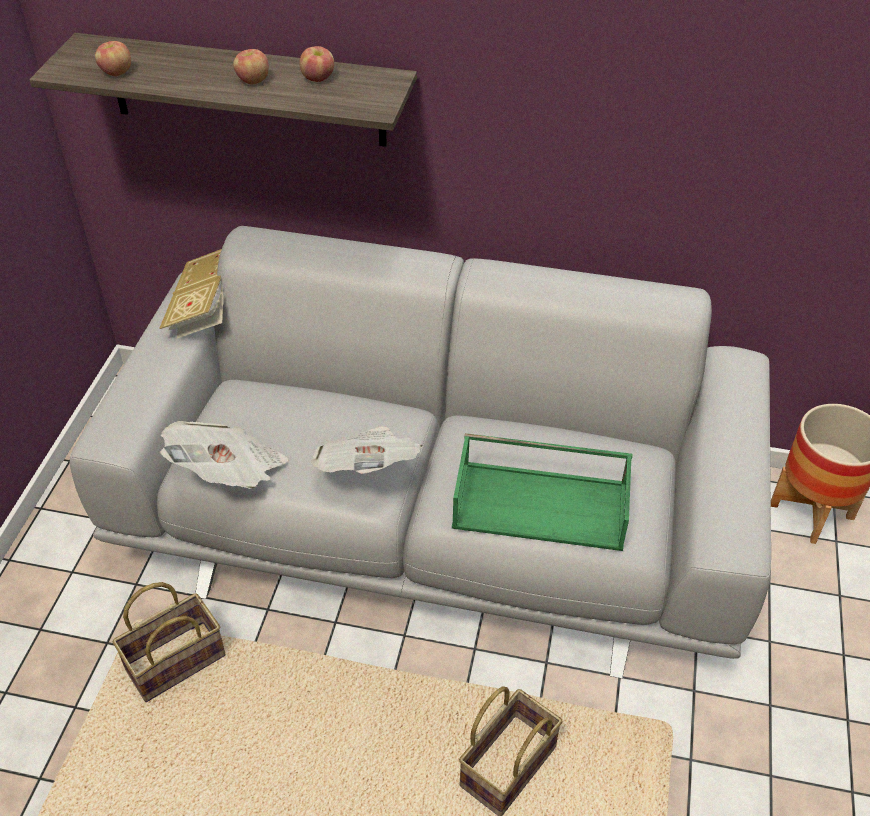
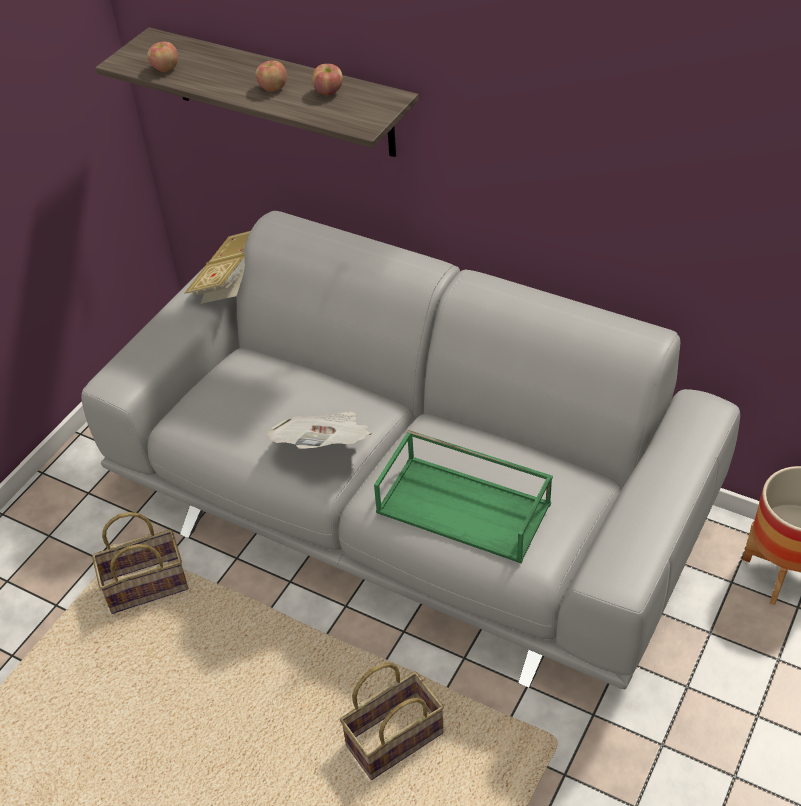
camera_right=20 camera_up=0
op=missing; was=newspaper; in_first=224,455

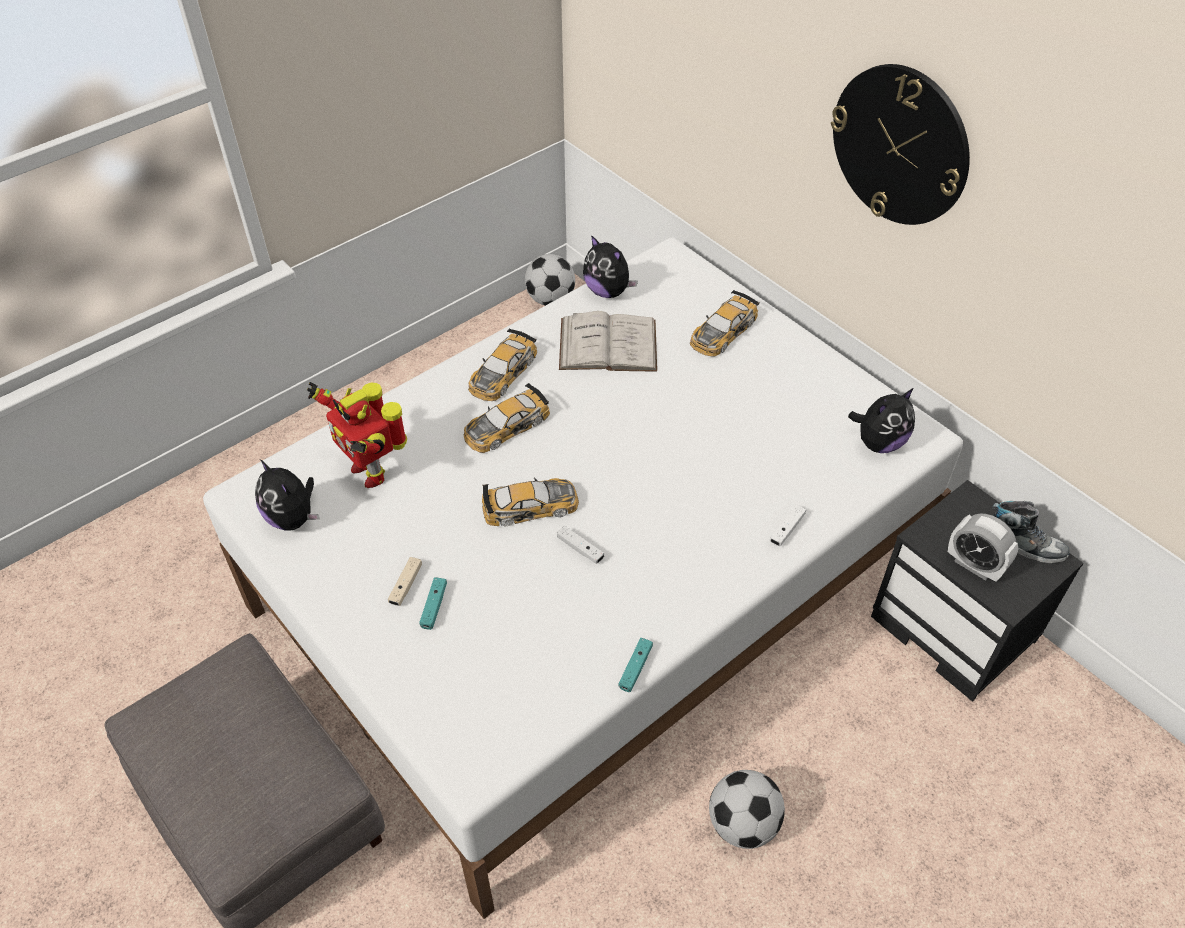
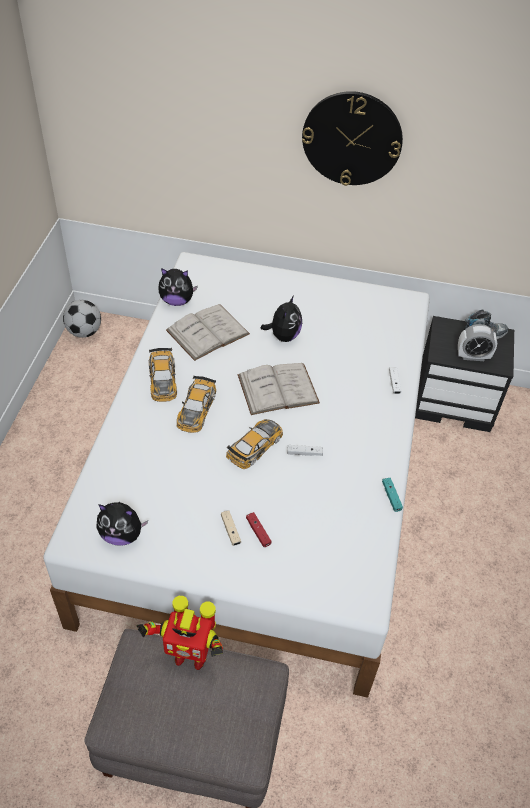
camera_right=-40 camera_up=0
op=relocated; was=toy robot; in_first=357,435; in_second=180,633
op=colour; was=game controller/turquoise; now=game controller/red; in_first=433,603; in_second=258,529
op=missing; was=toy car; in_first=724,323
op=missing; was=football; in_first=747,809
op=relocated; was=plush toy; in_first=881,420; in_second=281,318
op=appeared; now=book/white; in_second=279,389

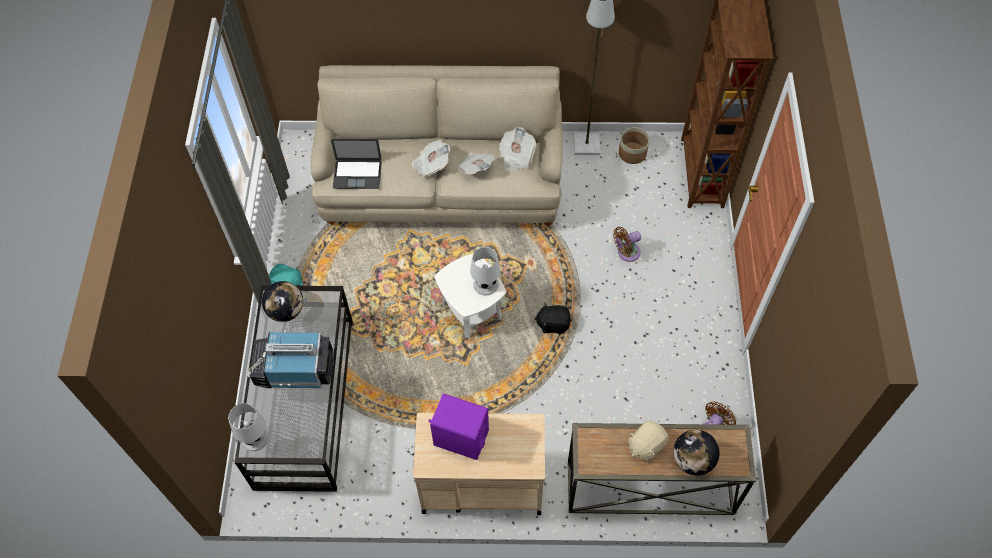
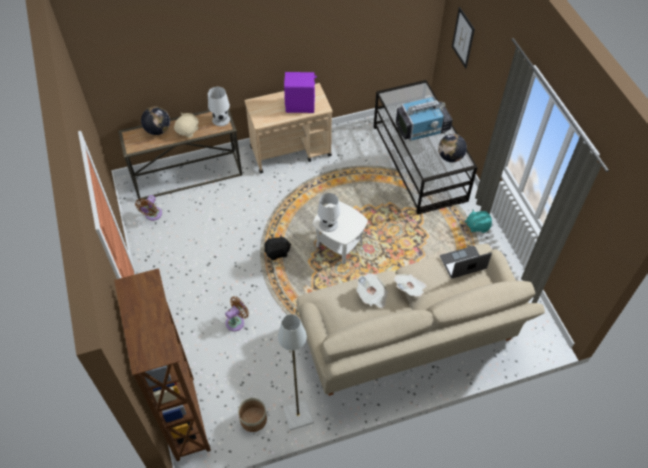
camera_right=160 camera_up=-5
op=relocated; was=table lamp/white; in_first=248,427; in_second=219,106
op=missing; was=newspaper; in_first=517,149
op=appeared; now=picture; in_second=463,38

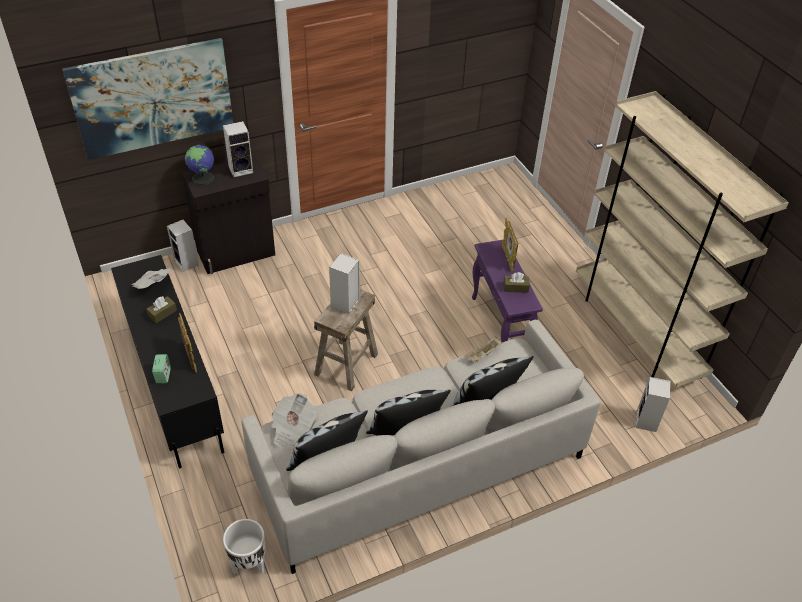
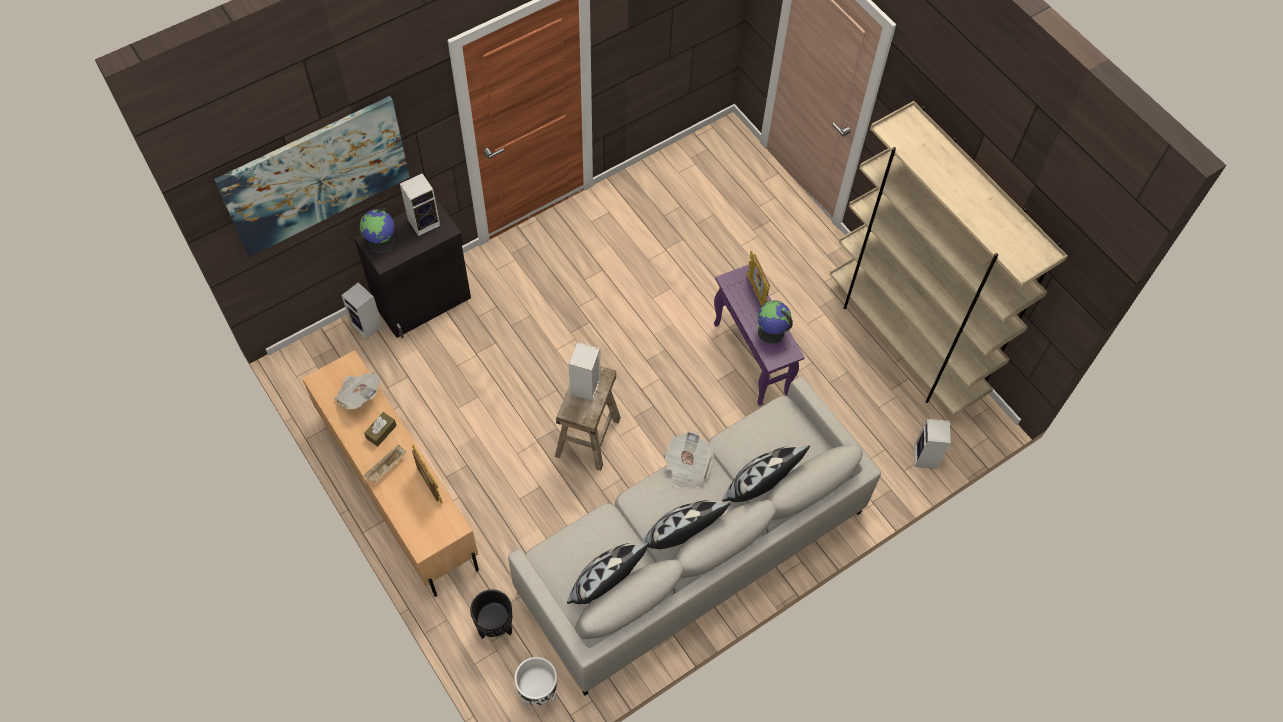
camera_right=-10 camera_up=15
op=colour; was=tv stand/black; now=tv stand/beige; in_first=167,361; in_second=390,473
op=missing; was=alarm clock; in_first=161,368
op=relocated; was=newspaper; in_first=294,420; in_second=689,459
op=relocated; was=tray/beige; in_first=484,349; in_second=385,464
op=exchanged; was=tissue box/brown; now=globe; in_first=516,282; in_second=775,322
op=appeared; now=planter/black; in_second=491,614

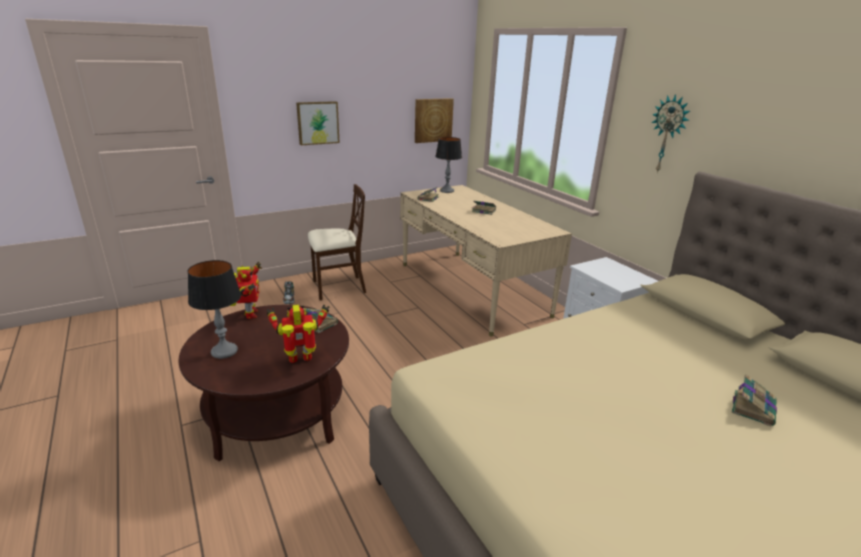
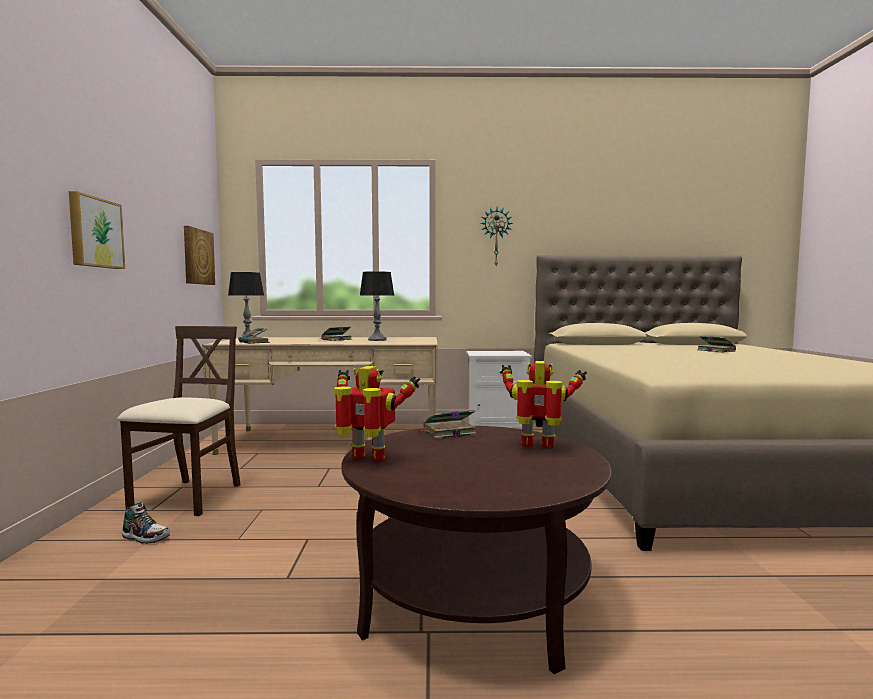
camera_right=-60 camera_up=-20
op=relocated; was=table lamp; in_first=214,309; in_second=377,306
op=spun; was=toy robot; in_first=298,333; in_second=544,404; clockwise=90

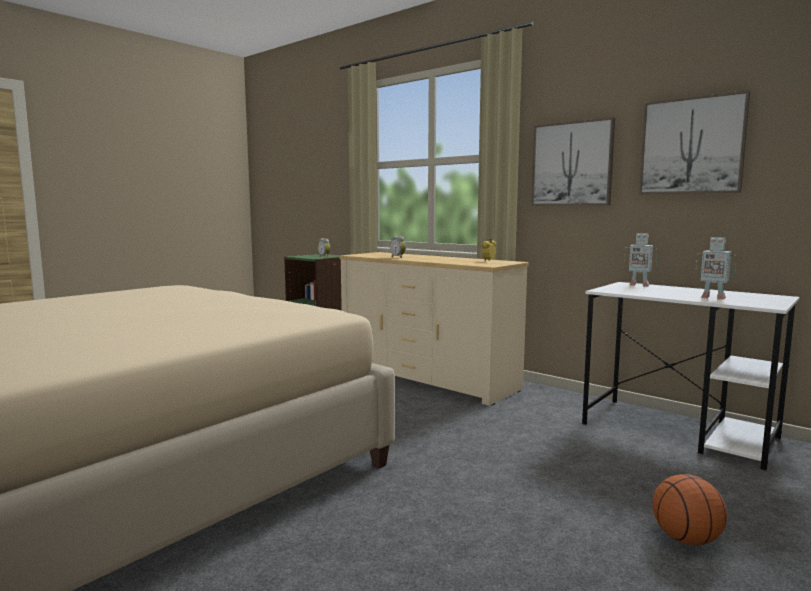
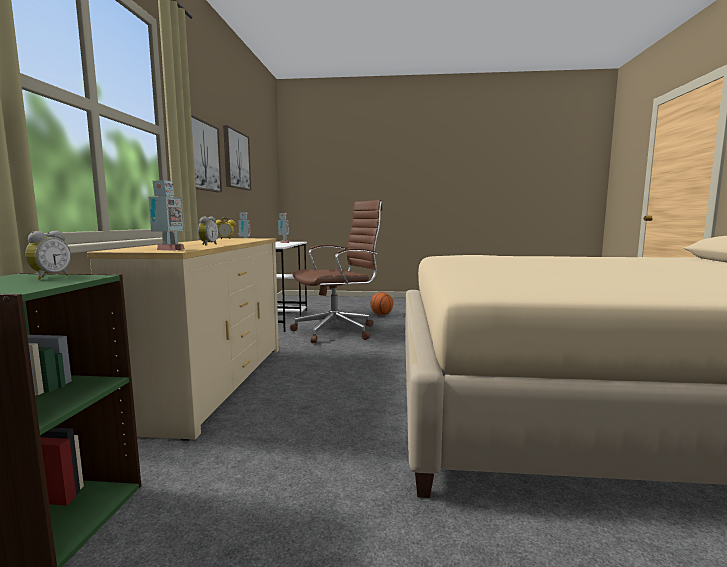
camera_right=-125 camera_up=0
op=appeared; now=toy robot; in_second=166,215
op=appeared; now=office chair/brown; in_second=336,271

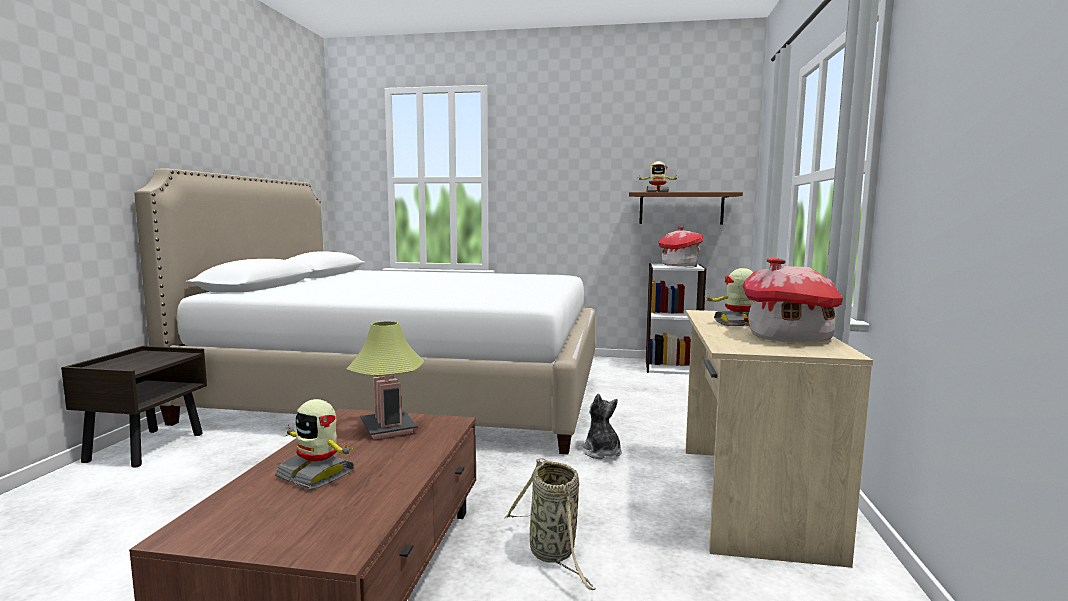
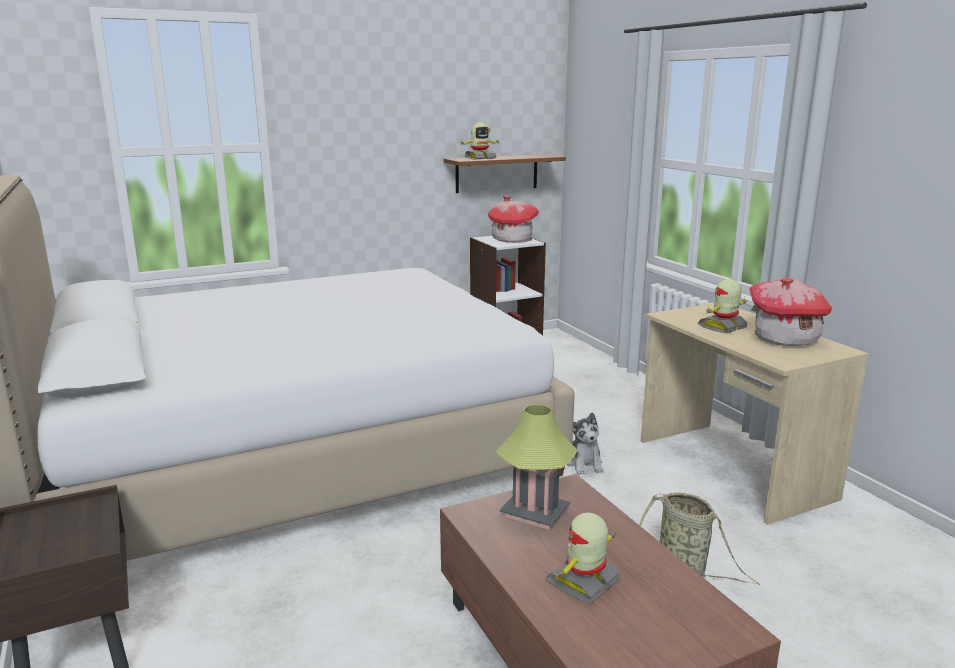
camera_right=-35 camera_up=10
op=spun; was=toy robot; in_first=315,444; in_second=582,558; clockwise=135
op=spun; was=plush toy; in_first=602,426; in_second=585,443; clockwise=-135

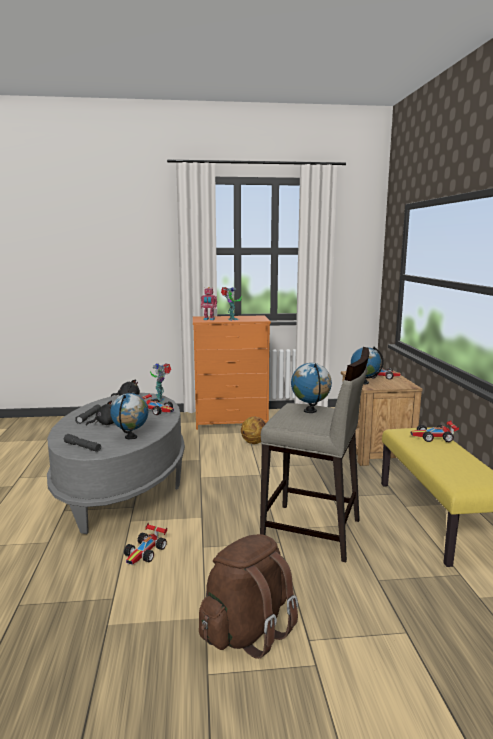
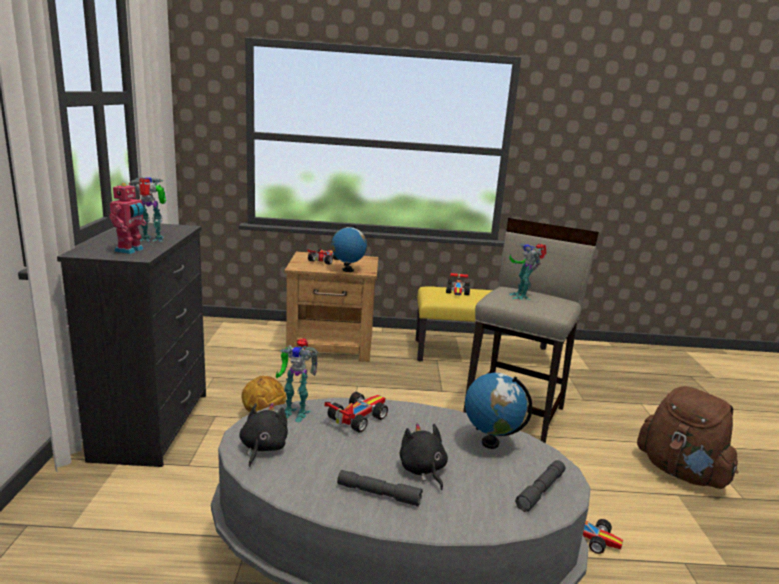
camera_right=-85 camera_up=5
op=colour; was=dresser/orange; now=dresser/black; in_first=232,373; in_second=131,345
op=exchanged; was=globe; now=toy robot; in_first=311,388; in_second=528,271

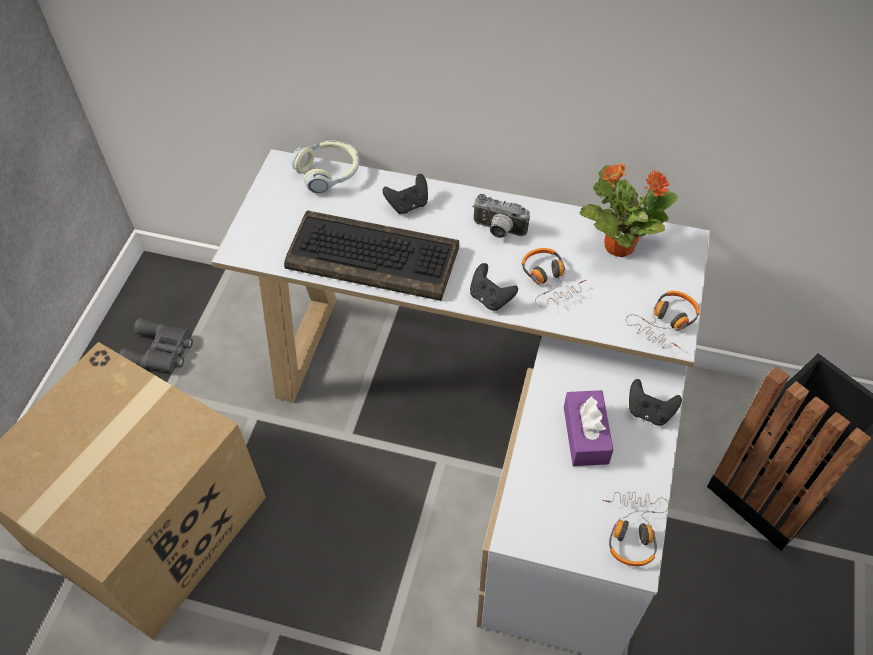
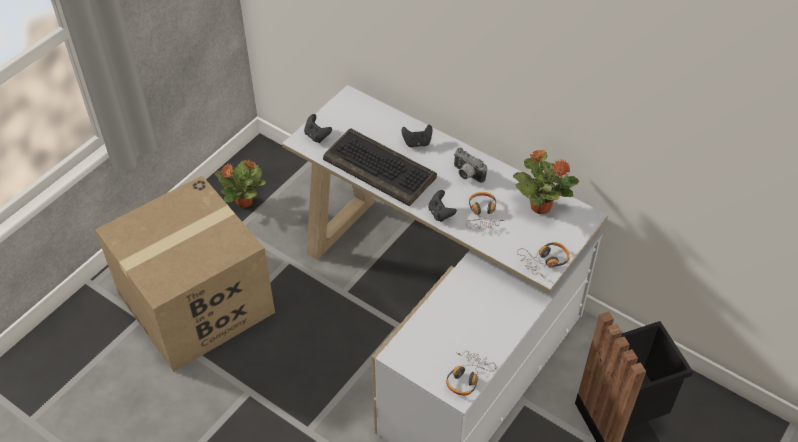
camera_right=20 camera_up=-5
op=exchanged; was=binoculars/grey; now=potted plant; in_first=156,345; in_second=240,183
op=missing; was=headphones; in_first=325,166
op=missing; was=tissue box/purple; in_first=588,428
op=relocated; was=game controller/black; in_first=655,402; in_second=318,128

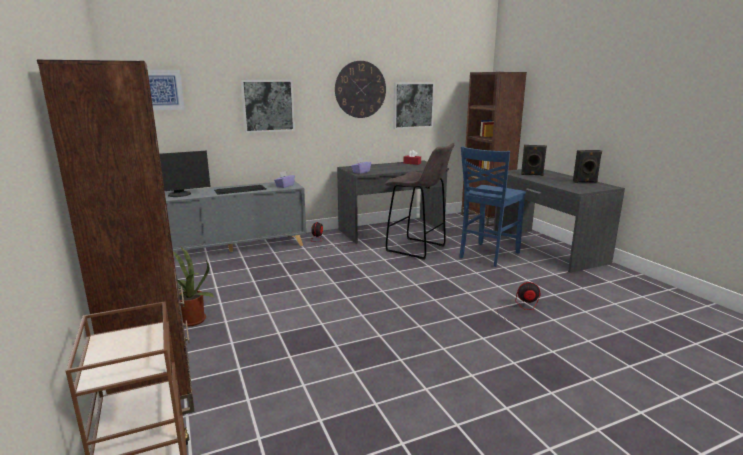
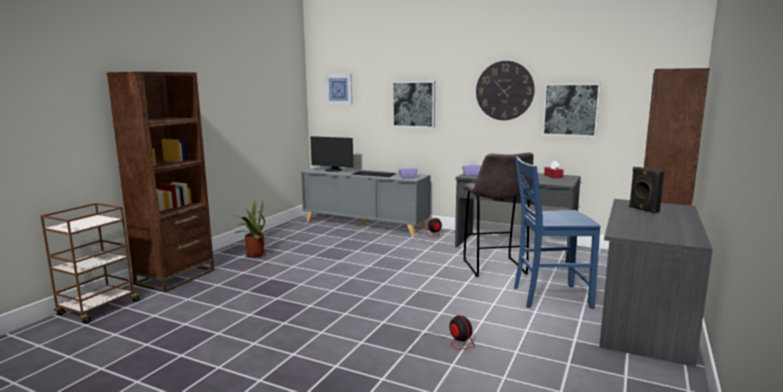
camera_right=50 camera_up=-5
op=missing; was=speaker/black; in_first=587,166

